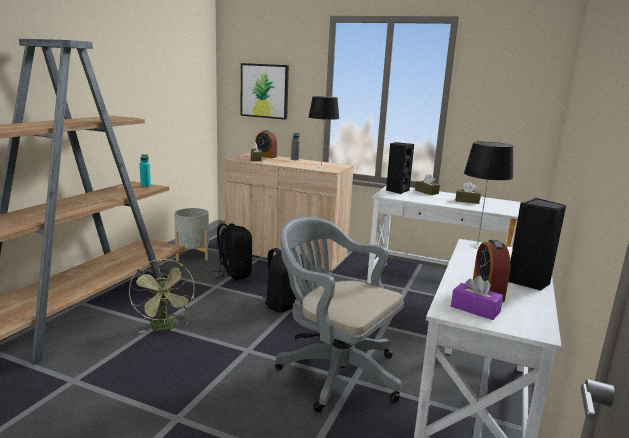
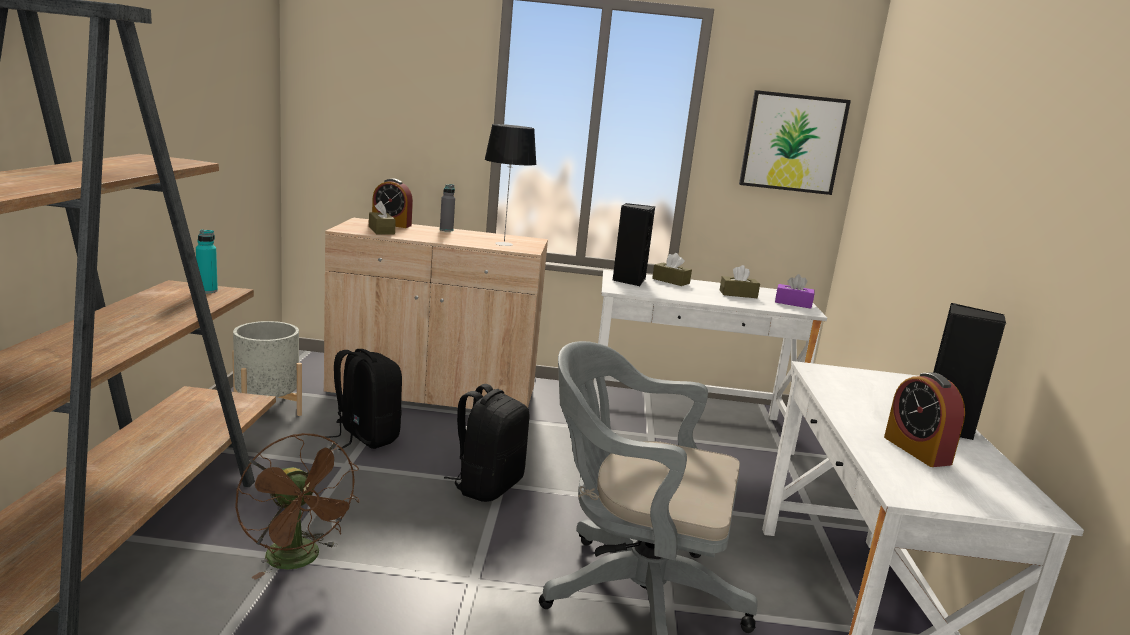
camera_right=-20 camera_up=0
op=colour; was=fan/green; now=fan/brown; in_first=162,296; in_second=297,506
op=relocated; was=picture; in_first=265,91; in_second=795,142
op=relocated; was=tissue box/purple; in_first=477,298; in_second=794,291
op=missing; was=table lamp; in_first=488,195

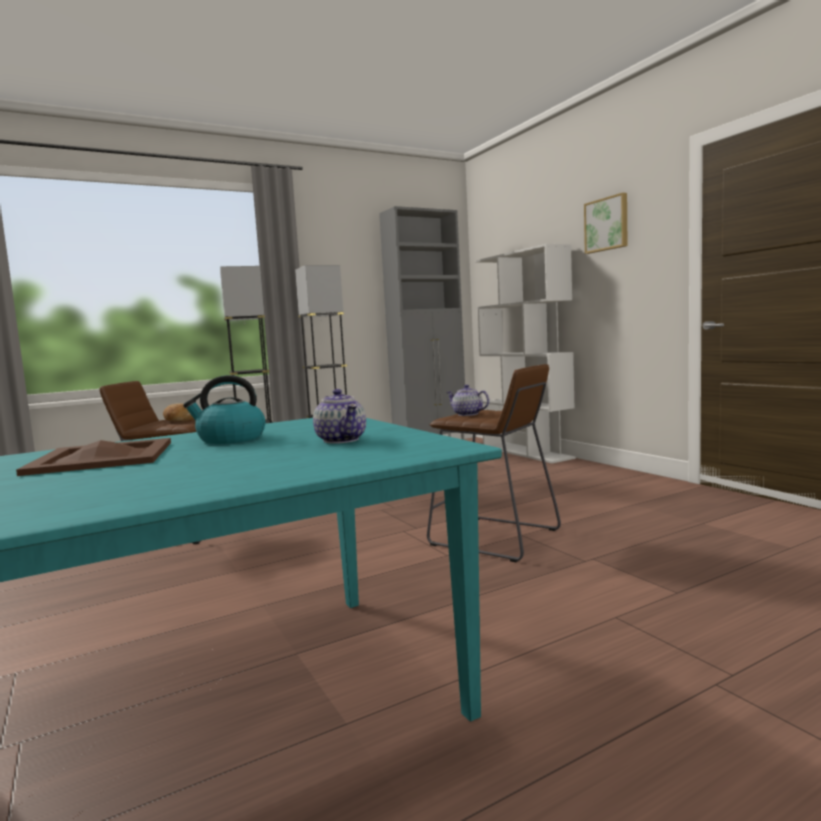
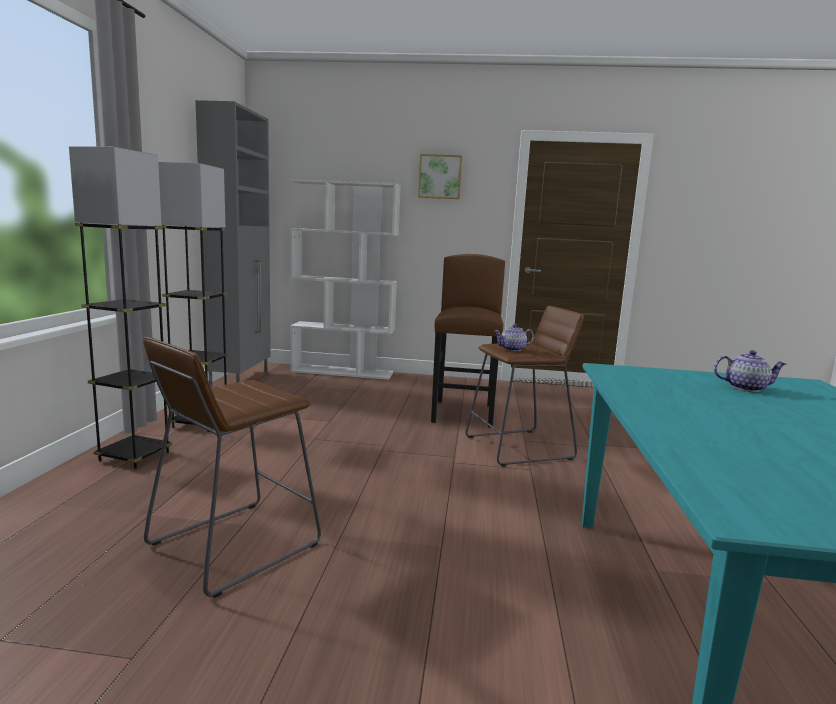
camera_right=-55 camera_up=5
op=missing; was=tray/brown; in_first=93,457
op=missing; was=bread; in_first=179,412
op=missing; was=kettle; in_first=224,409
op=appeared; now=stool/brown; in_second=468,341

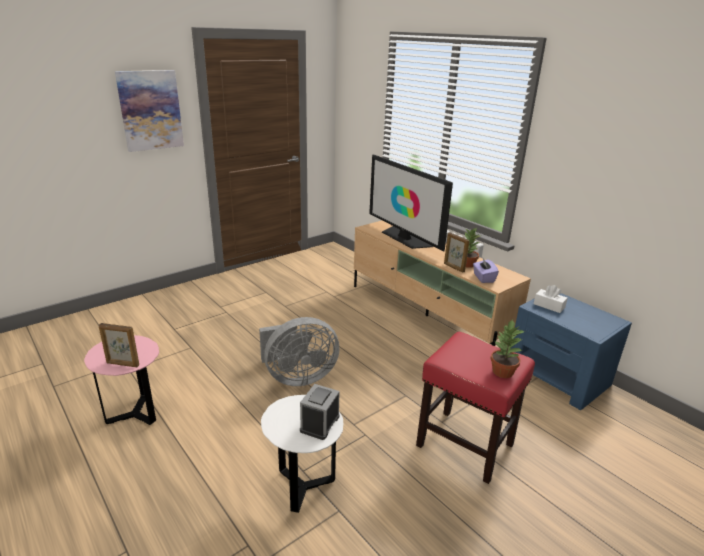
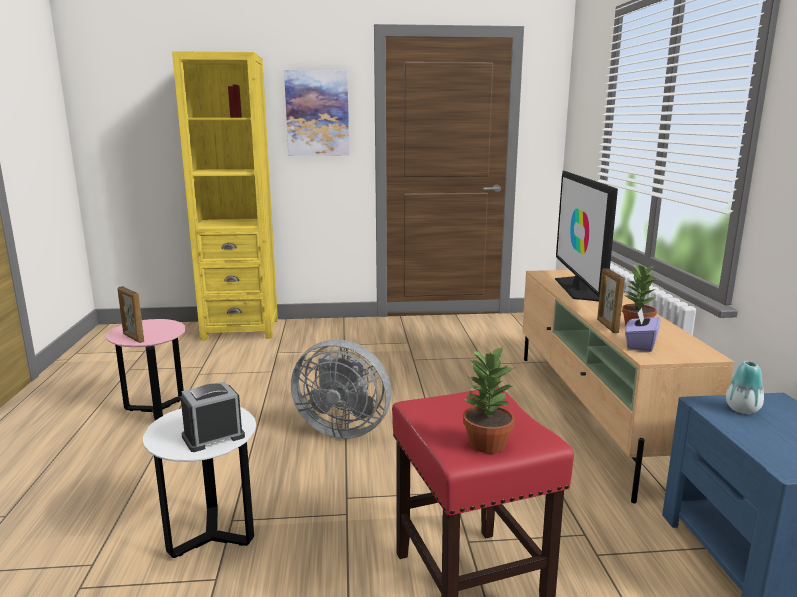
camera_right=35 camera_up=-10
op=exchanged; was=tissue box/white; now=vase; in_first=551,299; in_second=745,387
op=appeared; now=bookcase/yellow; in_second=225,196

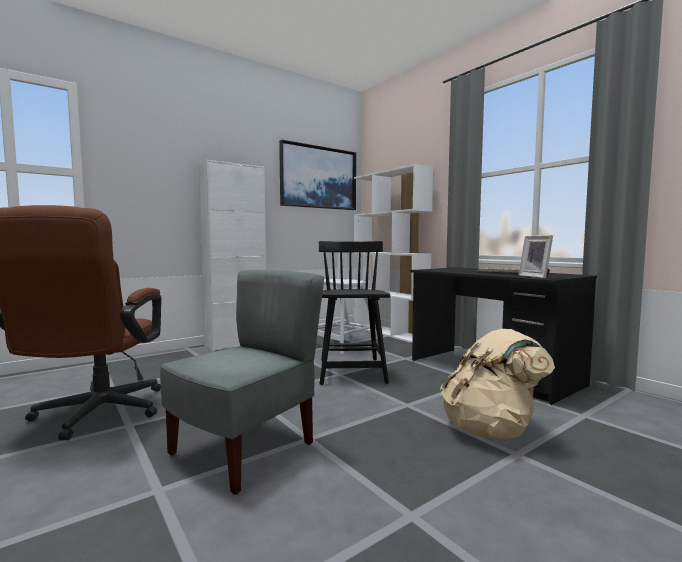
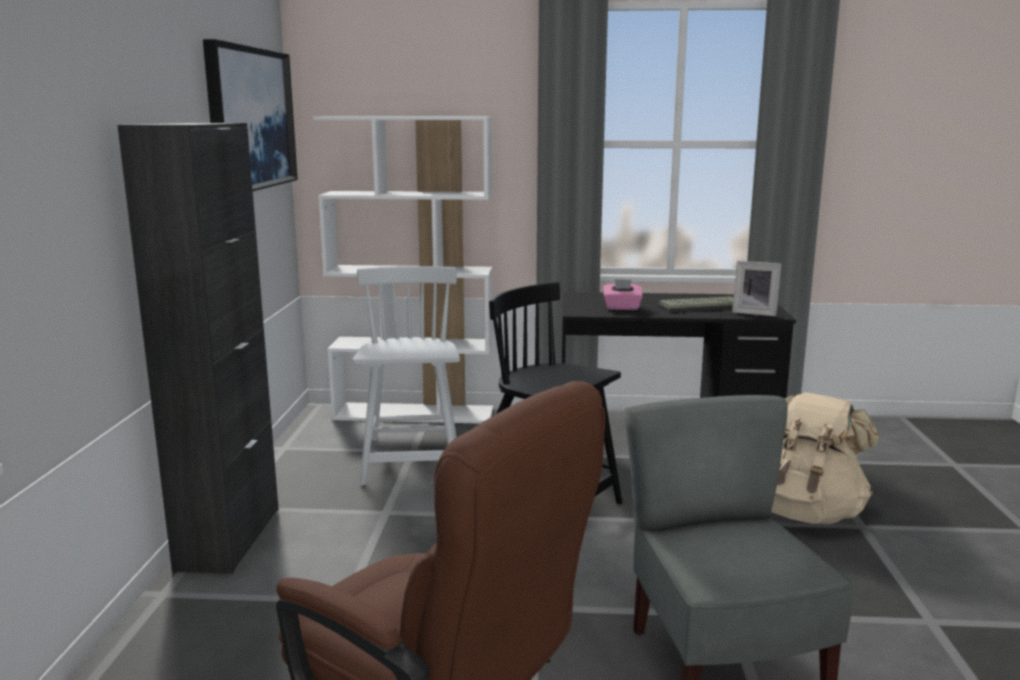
camera_right=-50 camera_up=10
op=colour; was=cabinet/white; now=cabinet/black; in_first=232,255; in_second=198,348
op=appeared; now=tissue box/pink; in_second=623,294

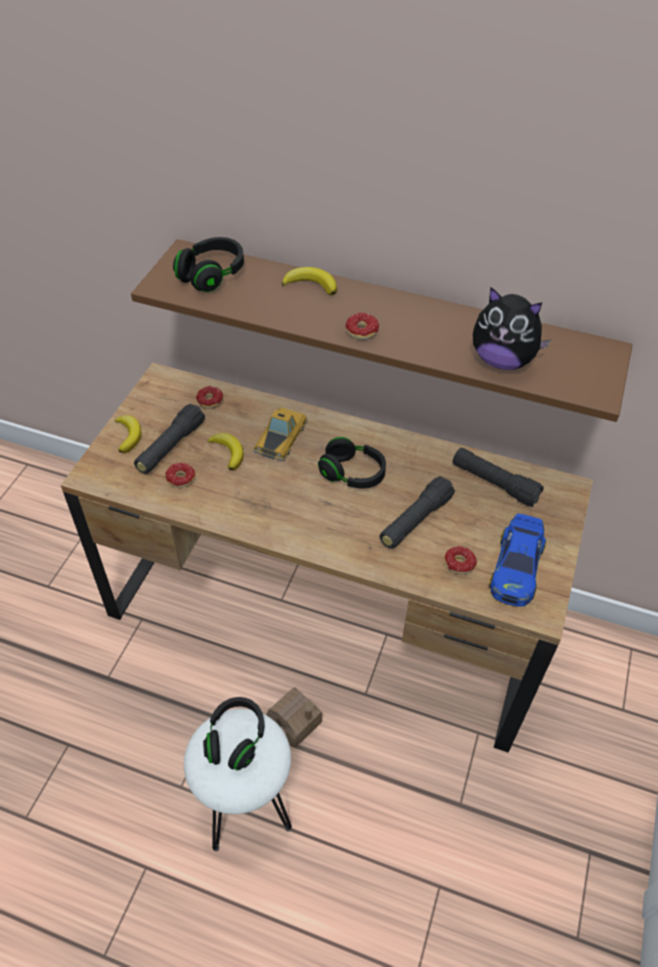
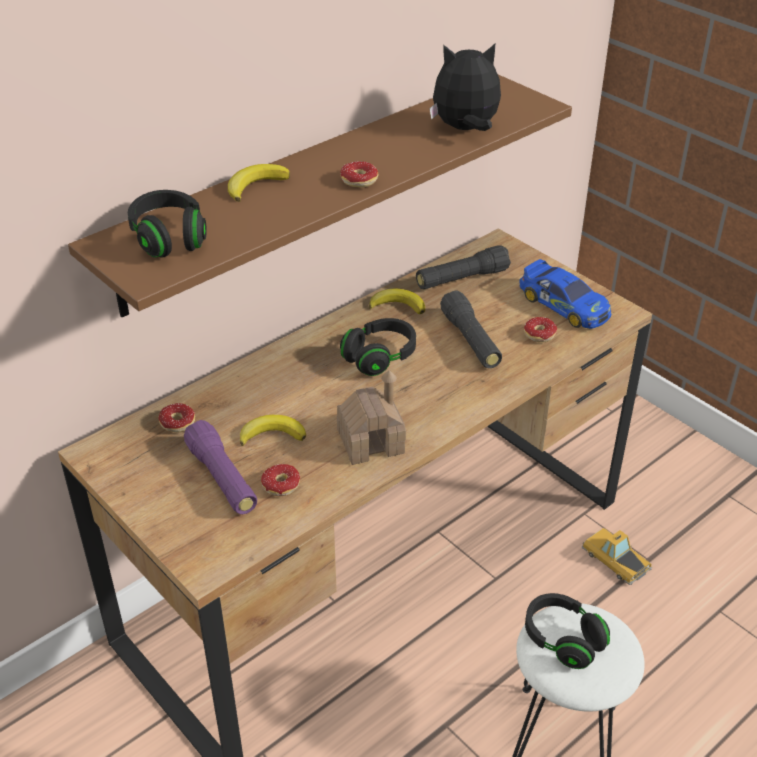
camera_right=-60 camera_up=-10
op=relocated; was=banana; in_first=128,434; in_second=397,301
op=colour; was=flashlight/black; now=flashlight/purple; in_first=169,439; in_second=220,467
op=relocated; was=toy car; in_first=280,434; in_second=617,556
op=relocated; was=toy house; in_first=294,717; in_second=371,417
op=spun; was=plush toy; in_first=512,328; in_second=465,87; clockwise=-150

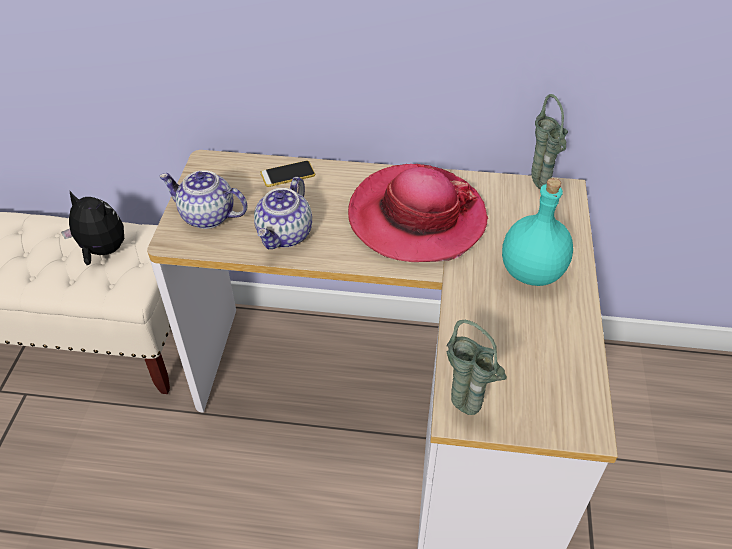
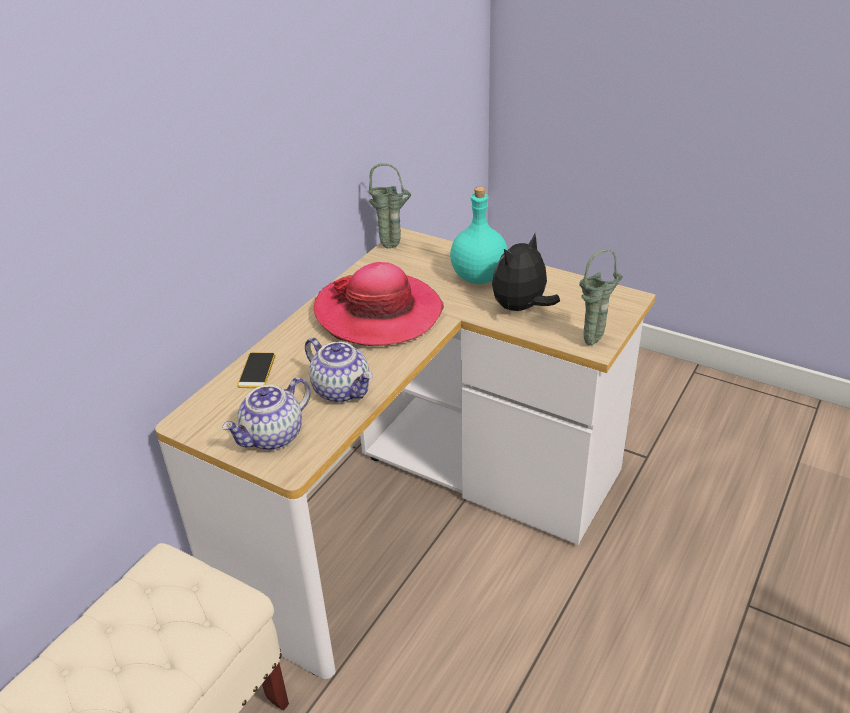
camera_right=-65 camera_up=-10
op=relocated; was=plush toy; in_first=92,228; in_second=526,273

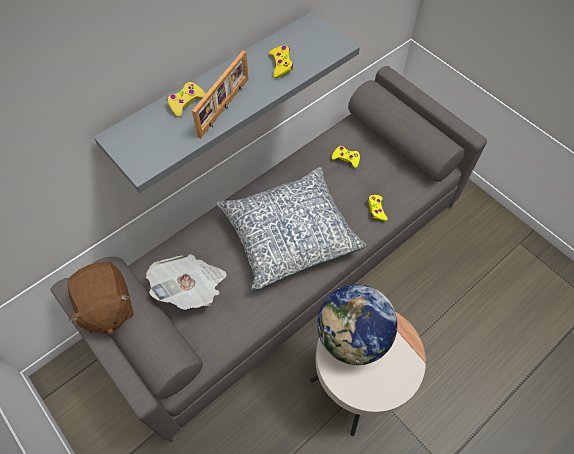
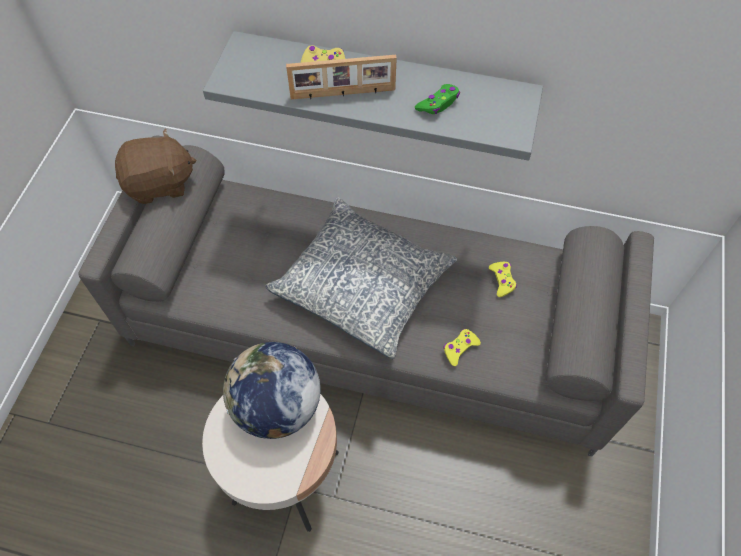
camera_right=55 camera_up=0
op=spun; was=plush toy/brown; in_first=101,298; in_second=155,166; clockwise=-135
op=missing; was=newspaper; in_first=186,282
op=colour; was=game controller/yellow; now=game controller/green; in_first=281,62; in_second=437,99

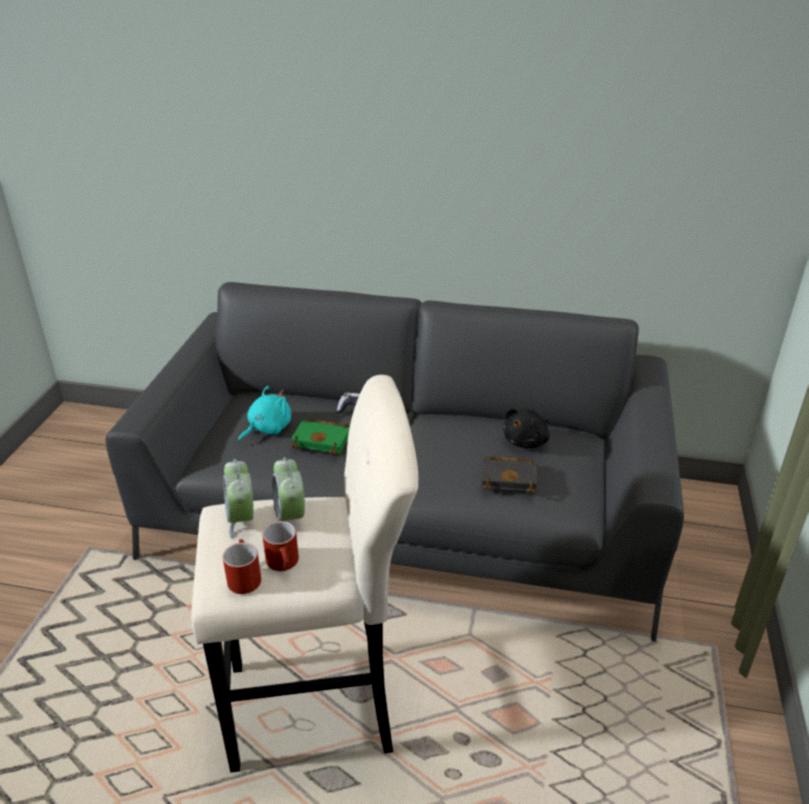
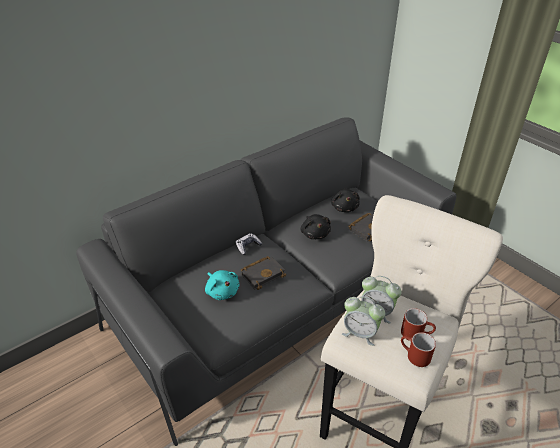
camera_right=-50 camera_up=5
op=spun; was=plush toy/turquoise; in_first=264,414; in_second=222,285; clockwise=150
op=colour; was=book/green; now=book/black; in_first=320,437; in_second=263,273
op=appeared; now=plush toy/black; in_second=316,226

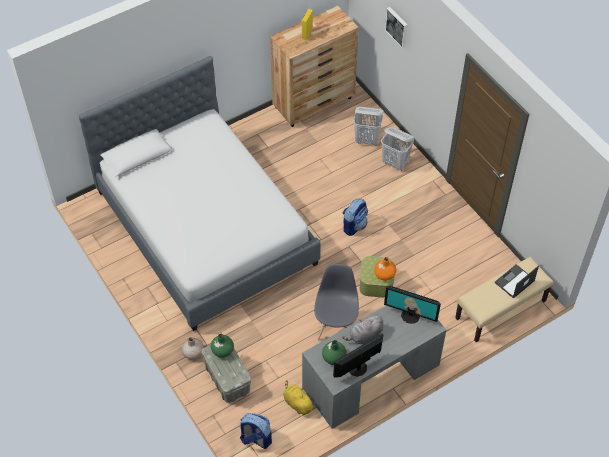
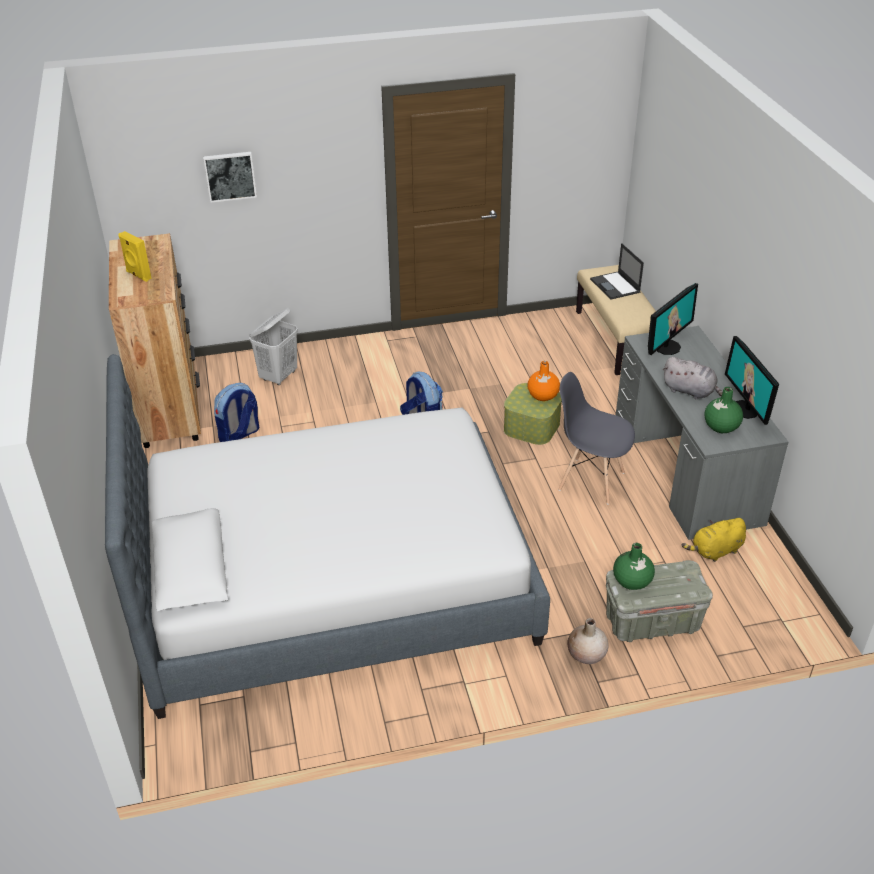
camera_right=-70 camera_up=-15
op=relocated; was=backpack; in_first=256,431; in_second=236,412
op=spun; was=plush toy/grey; in_first=362,329; in_second=693,378; clockwise=-45
op=missing; was=laundry basket/white; in_first=397,149

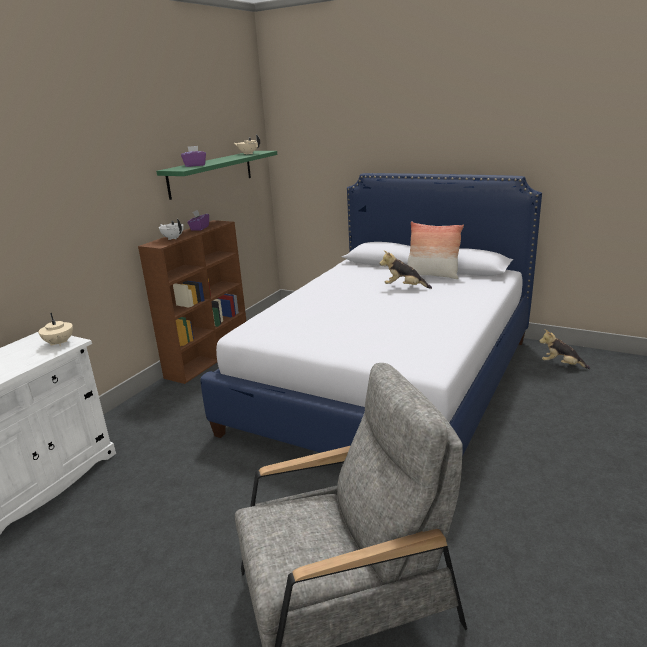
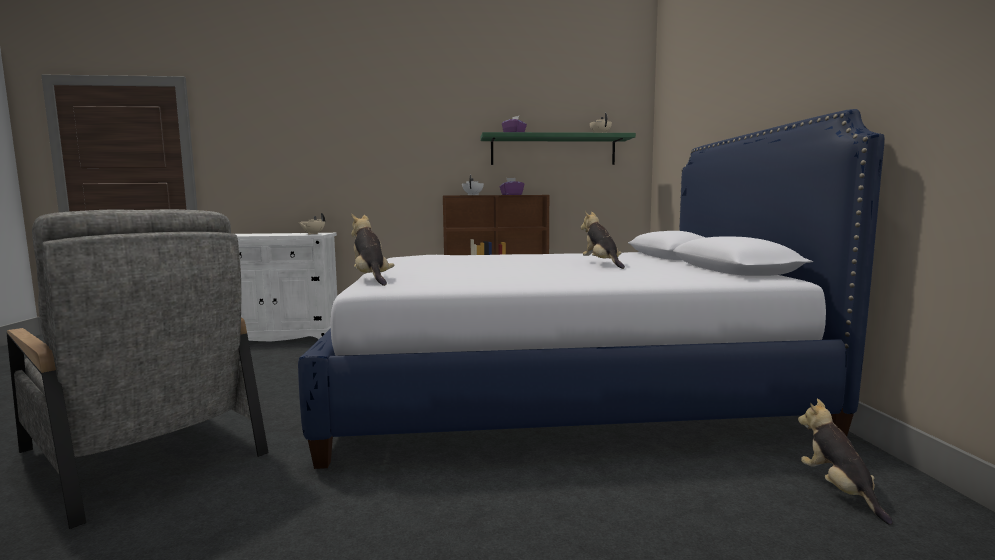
camera_right=55 camera_up=-15
op=missing; was=pillow; in_first=435,250
op=appeared; now=plush toy; in_second=372,249

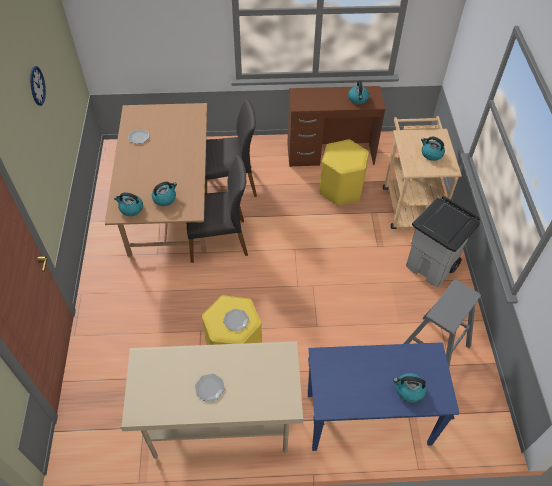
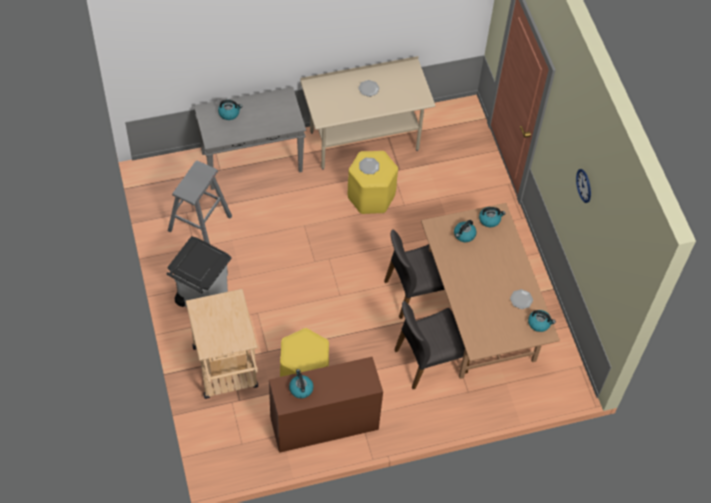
camera_right=165 camera_up=5
op=colour; was=console table/blue; now=console table/grey; in_first=384,396; in_second=250,138
op=relocated; was=kettle; in_first=433,149; in_second=542,321

